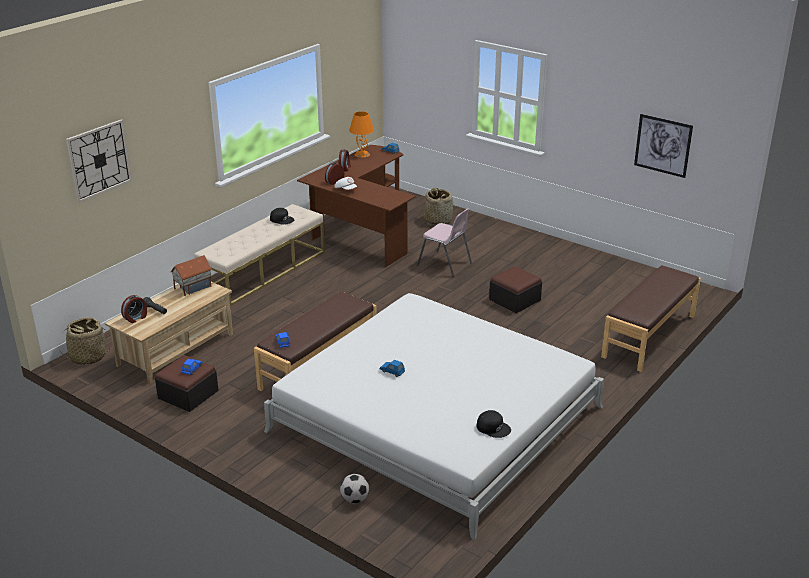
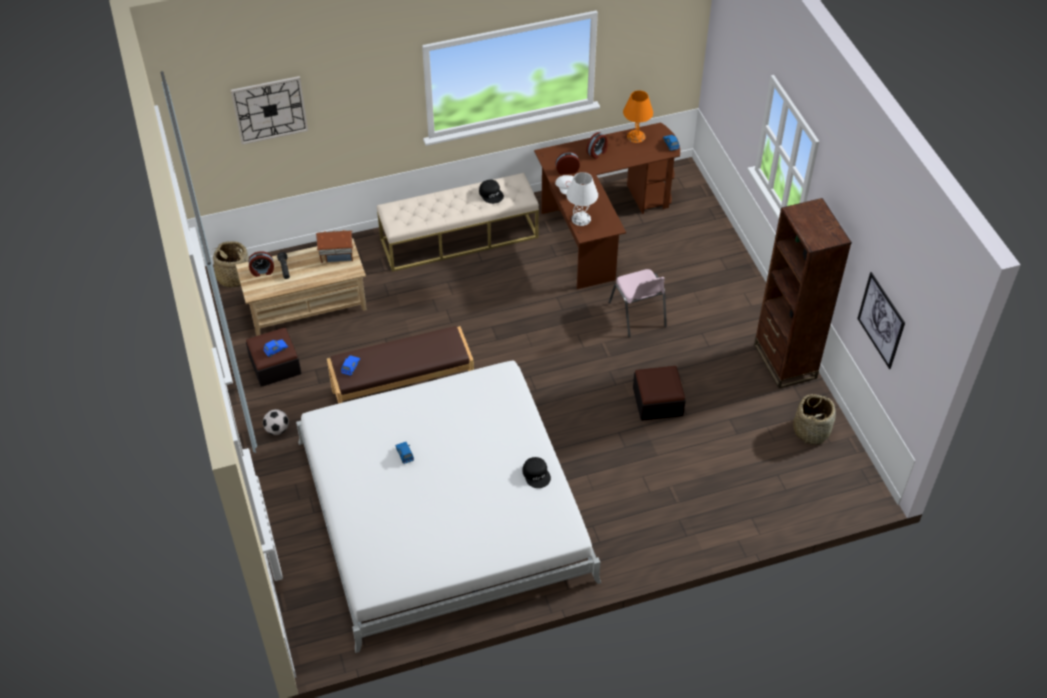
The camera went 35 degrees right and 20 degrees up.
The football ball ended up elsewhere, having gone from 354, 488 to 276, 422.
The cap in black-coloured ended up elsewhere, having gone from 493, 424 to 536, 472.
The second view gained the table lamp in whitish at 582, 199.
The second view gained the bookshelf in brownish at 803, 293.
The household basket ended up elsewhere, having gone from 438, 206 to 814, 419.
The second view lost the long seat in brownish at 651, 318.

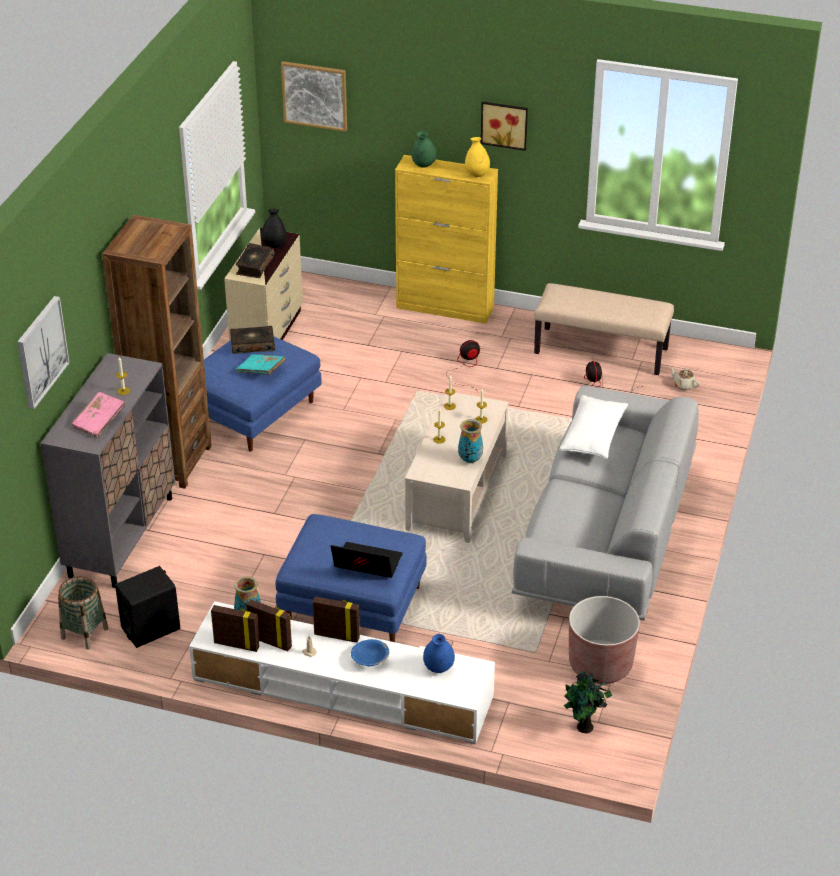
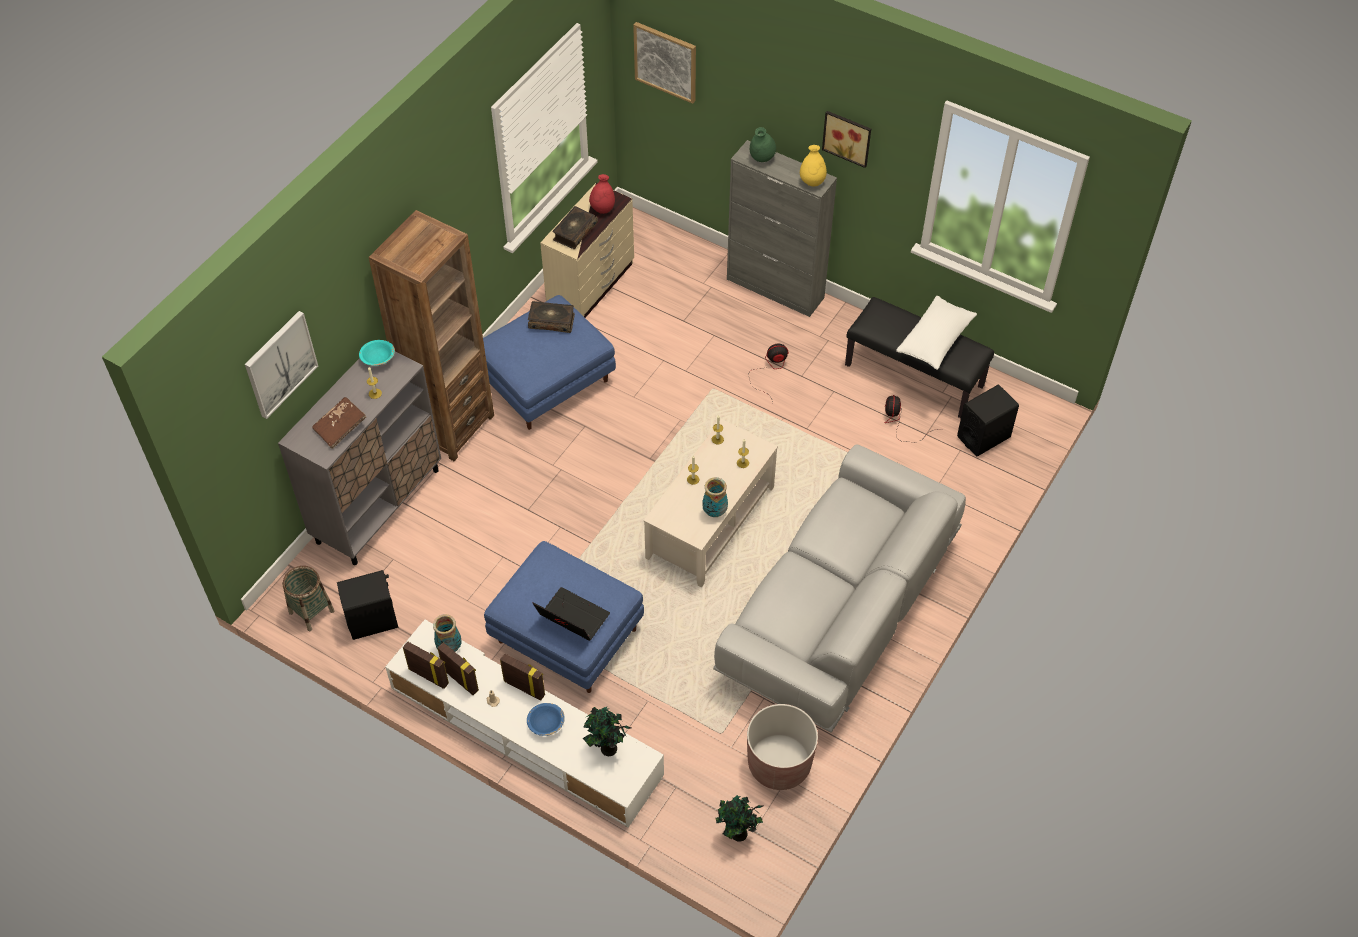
The camera went 15 degrees right and 15 degrees up.
What was the bound book in pinkish at 99, 415 turned into the bound book in brownish at 339, 423.
The second view gained the bowl in turquoise at 377, 353.
Where the decorative vase in bluish stood at 439, 653, the plant in a pot came to stand at 607, 731.
What was the decorative vase in black-coloured at 273, 228 turned into the decorative vase in red-coloured at 602, 194.
What was the cabinet in yellow at 446, 239 turned into the cabinet in grey at 782, 228.
What was the long seat in sand-coloured at 604, 329 turned into the long seat in black-coloured at 919, 357.
The pillow in whitish ended up elsewhere, having gone from 594, 427 to 936, 333.
Where the pot for tea in sand-coloured stood at 685, 378, the speaker in black-coloured came to stand at 988, 421.
The second view lost the bound book in turquoise at 261, 364.

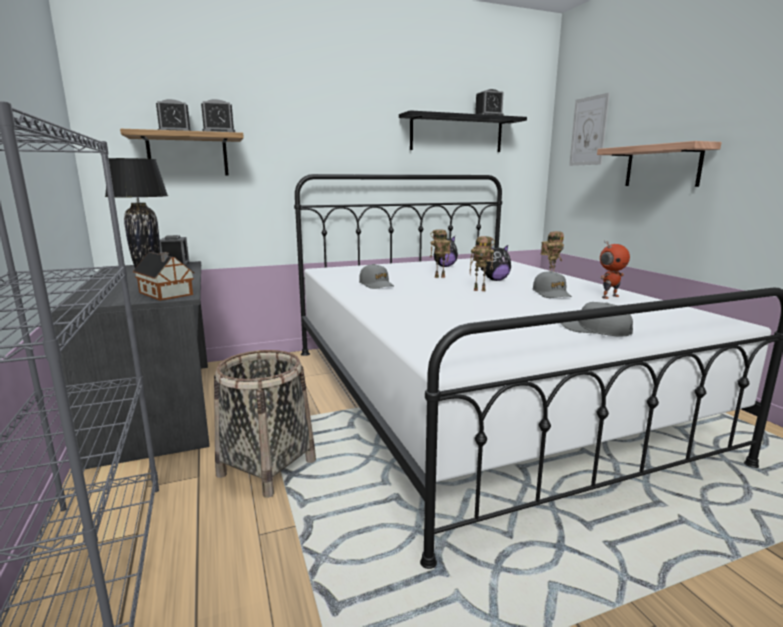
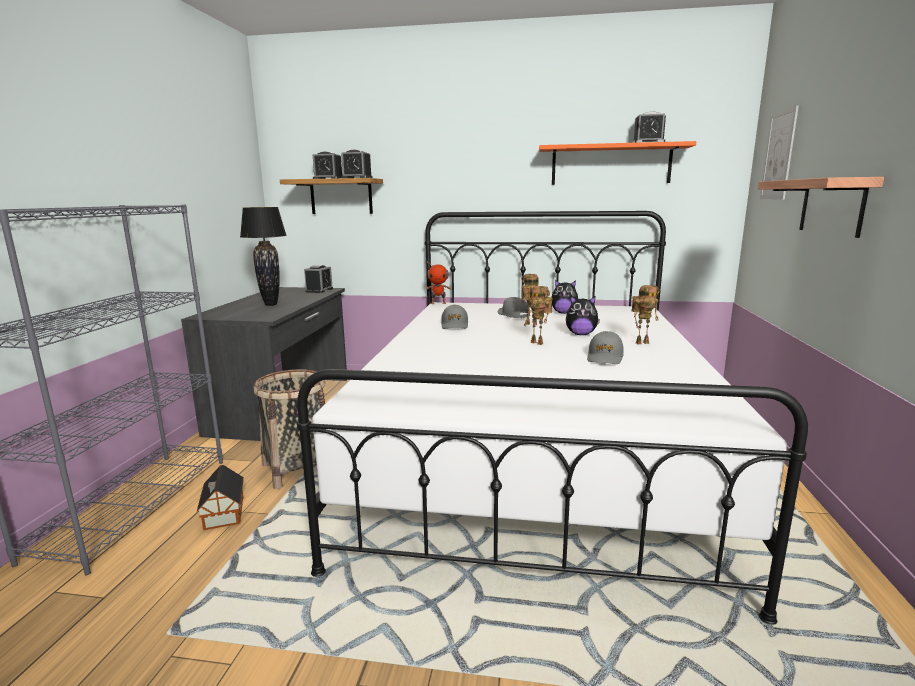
The camera went 30 degrees right and 0 degrees up.
The model house ended up elsewhere, having gone from 163, 276 to 220, 497.
The model robot ended up elsewhere, having gone from 615, 269 to 438, 282.
The cap in grey ended up elsewhere, having gone from 597, 319 to 514, 307.
What was the bracket shelf in black-coloured at 463, 131 turned into the bracket shelf in orange at 617, 163.

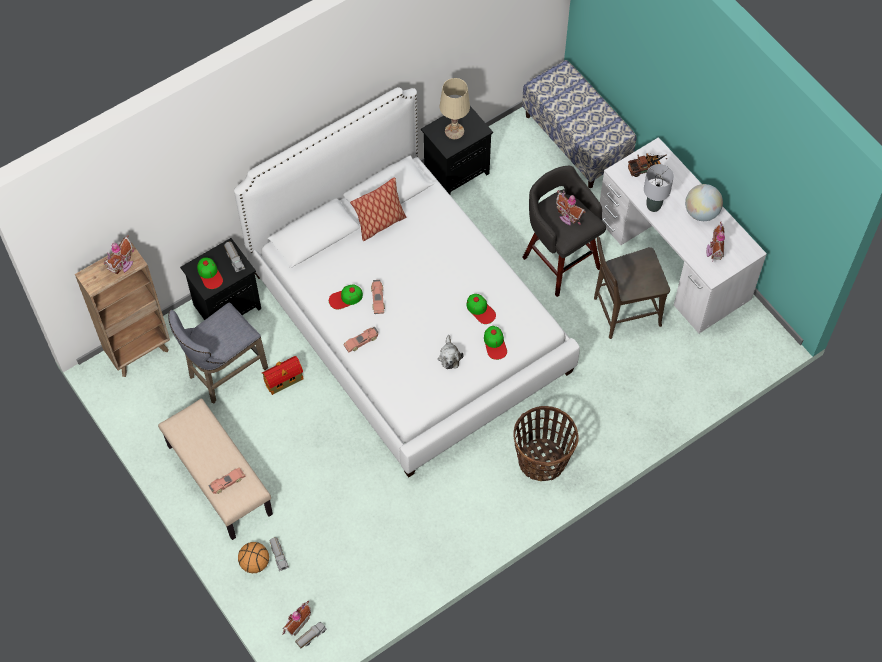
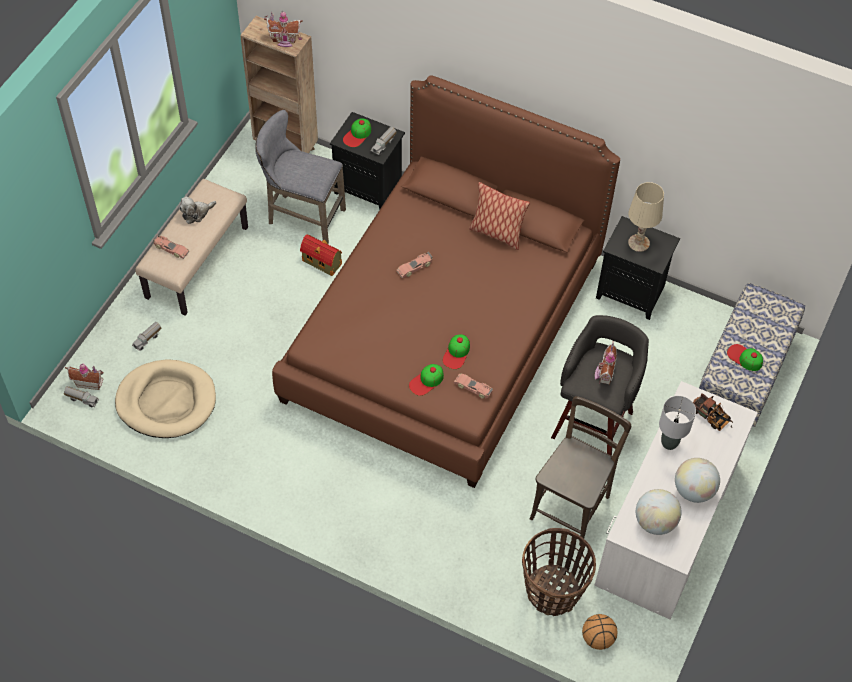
The camera went 60 degrees right and 5 degrees down.
The second view gained the pet bed in sand-coloured at 165, 398.
The plush toy ended up elsewhere, having gone from 451, 352 to 197, 210.
What was the bed in whitish at 407, 282 turned into the bed in brownish at 446, 281.
The miniature car ended up elsewhere, having gone from 360, 339 to 473, 386.
The household basket ended up elsewhere, having gone from 546, 443 to 559, 572.
The plain chair in brownish at 632, 288 ended up facing another way, 75 degrees clockwise from before.
The basketball ball ended up elsewhere, having gone from 253, 557 to 600, 632.
Where the model house stood at 715, 241, the world globe came to stand at 659, 512.
The cap ended up elsewhere, having gone from 346, 297 to 745, 357.

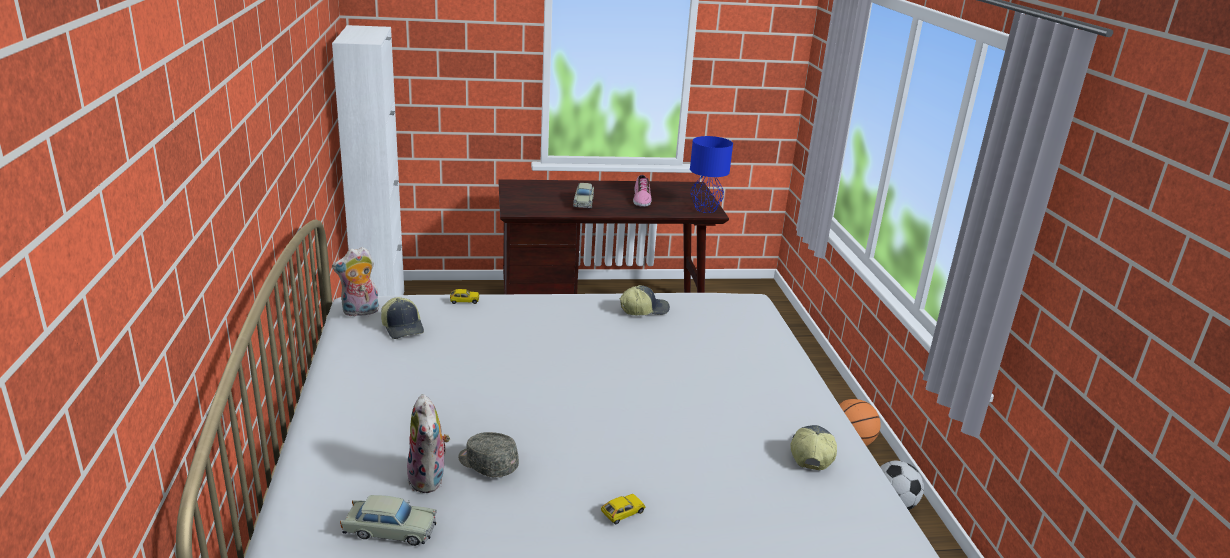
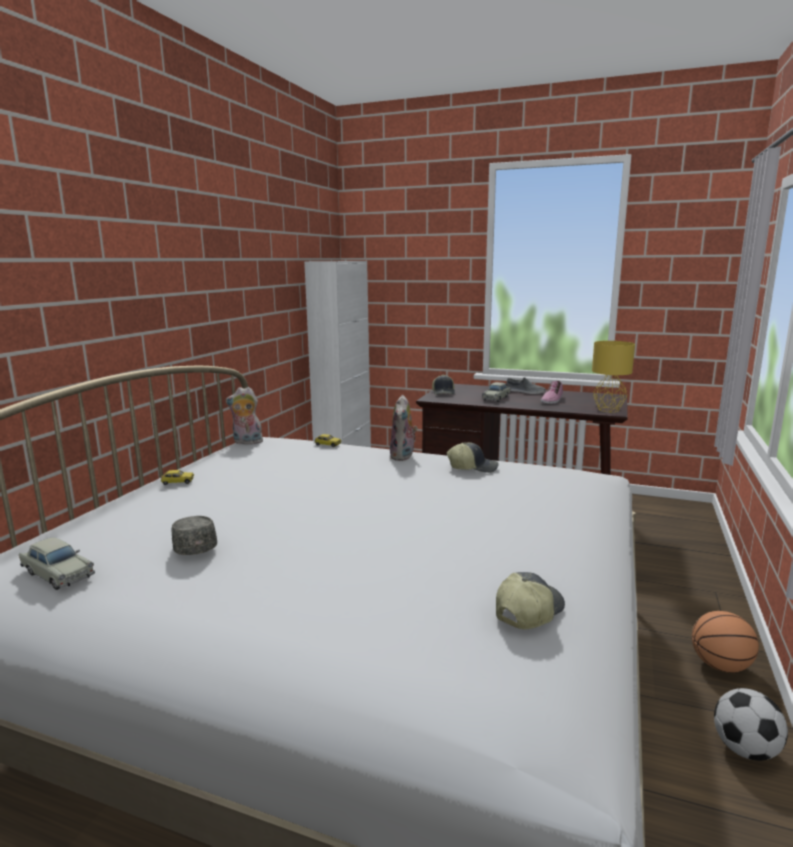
The camera went 30 degrees right and 10 degrees down.
The miniature car ended up elsewhere, having gone from 623, 509 to 177, 477.
The plush toy ended up elsewhere, having gone from 428, 443 to 404, 428.
The cap ended up elsewhere, having gone from 402, 318 to 443, 385.
The second view gained the item of footwear in grey at 525, 385.
What was the table lamp in bluish at 711, 174 turned into the table lamp in yellow at 613, 376.

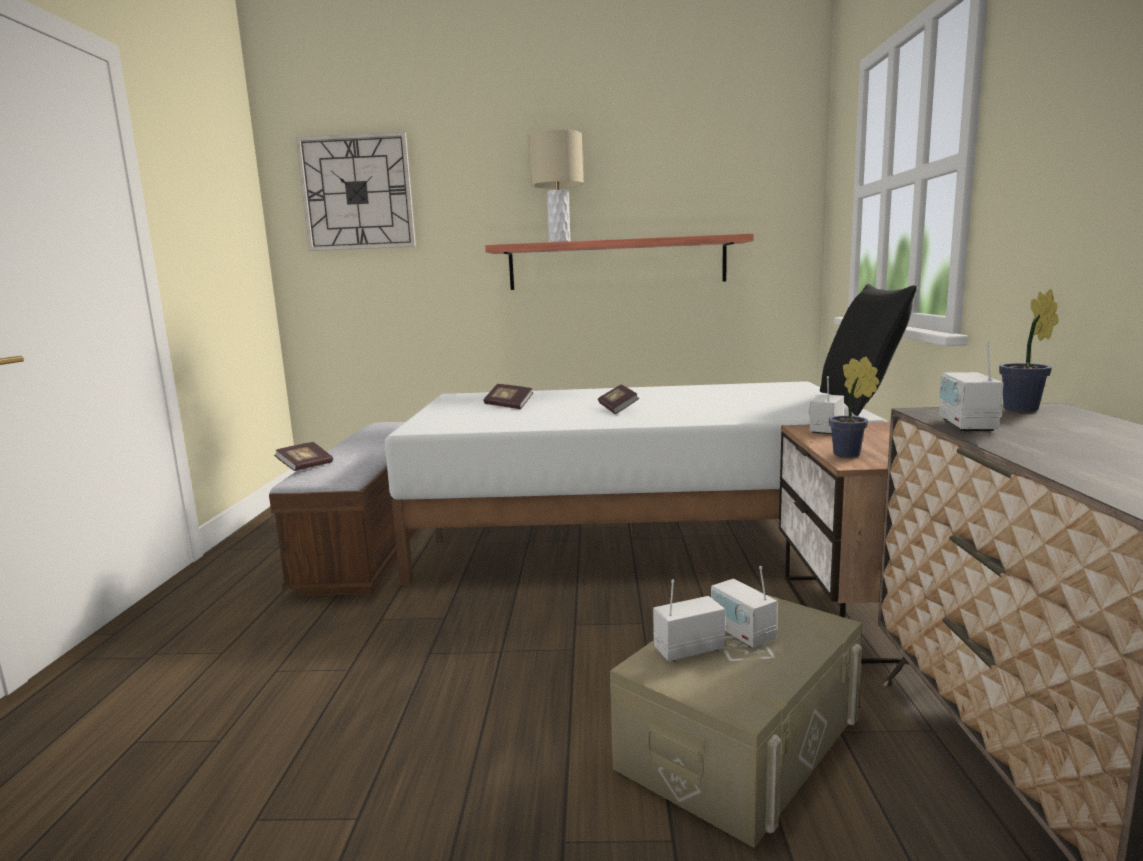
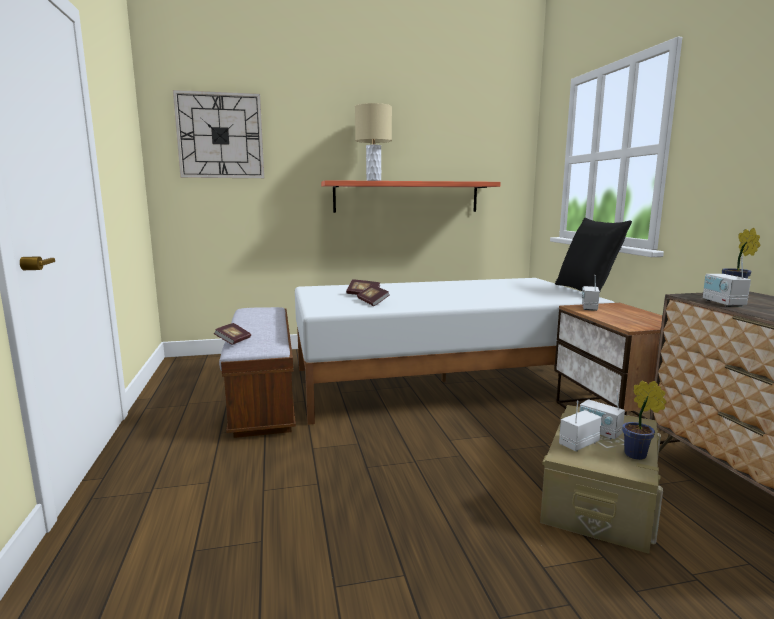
The camera went 15 degrees left and 0 degrees up.
The bound book ended up elsewhere, having gone from 618, 399 to 373, 295.
The plant in a pot ended up elsewhere, having gone from 854, 407 to 644, 420.

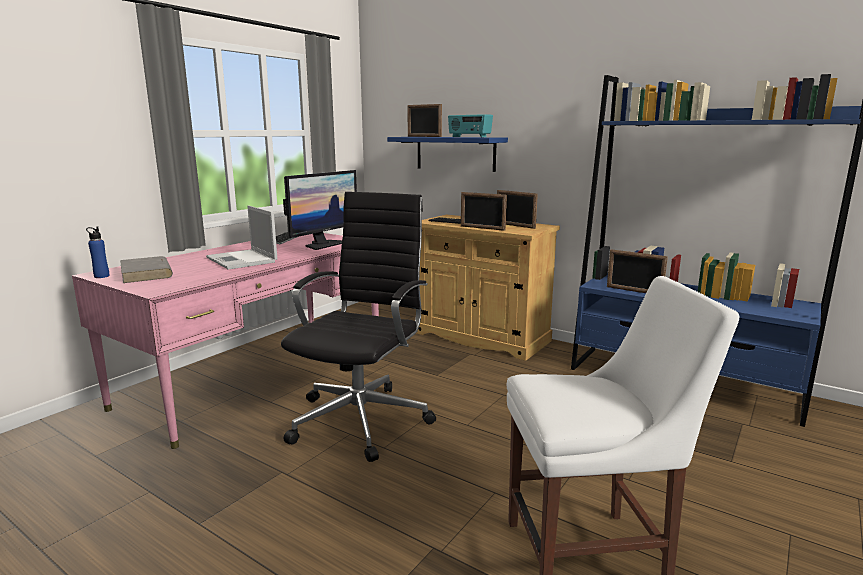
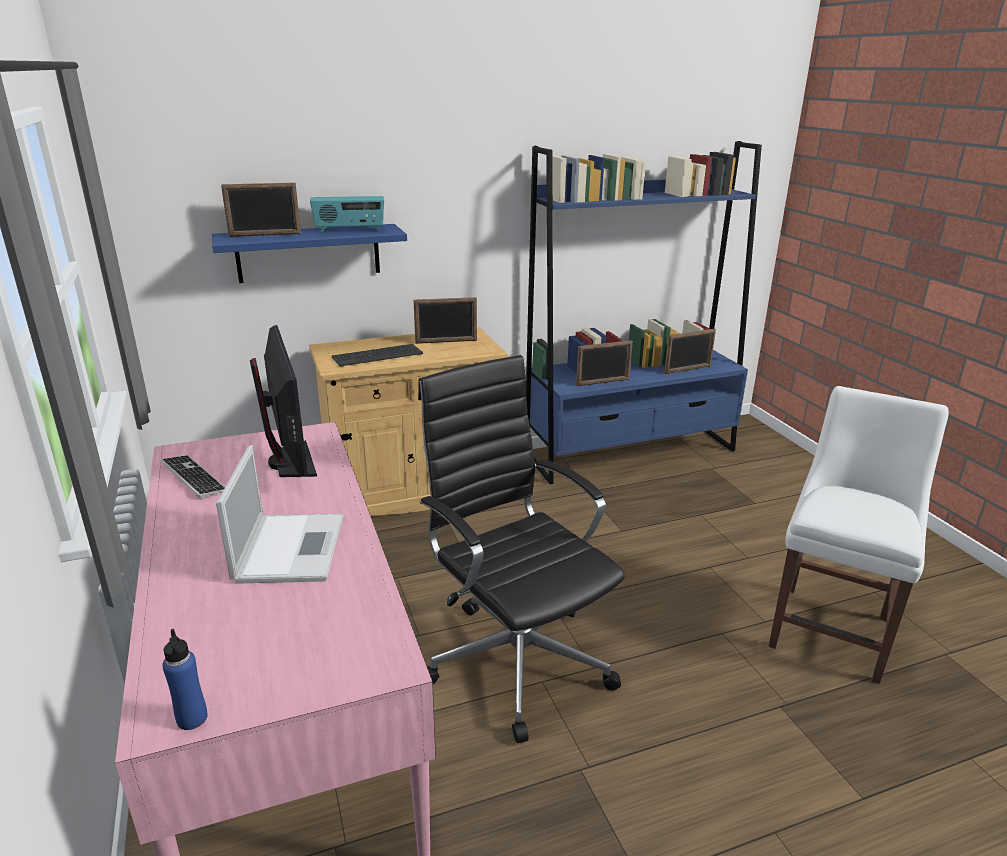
The camera went 55 degrees left and 10 degrees up.
The portable computer at 241, 237 ended up facing another way, 90 degrees counterclockwise from before.
The photo frame ended up elsewhere, having gone from 484, 211 to 690, 351.
The second view lost the bound book in grey at 146, 269.

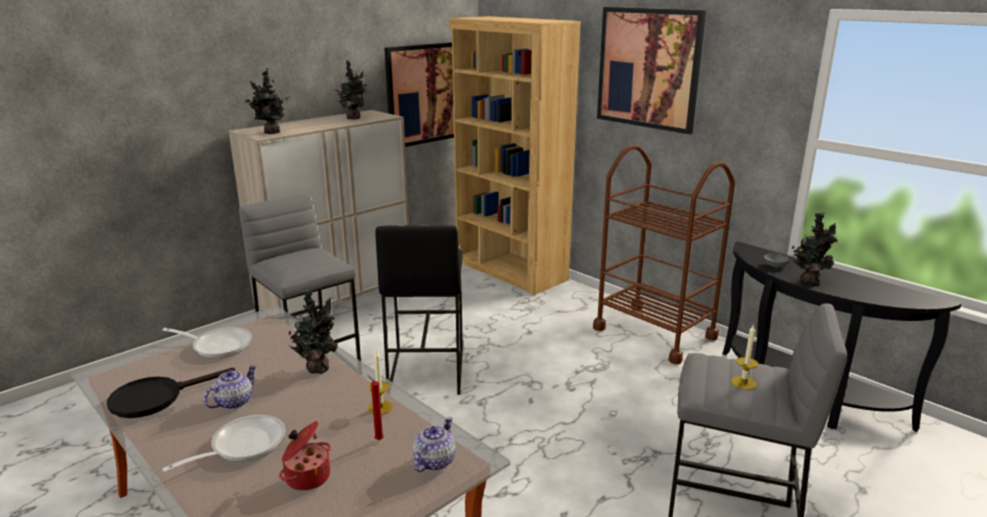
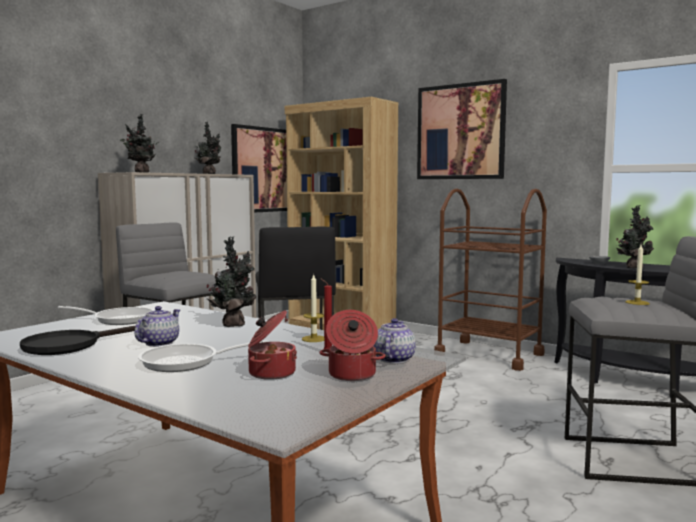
The camera went 10 degrees left and 15 degrees down.
The skillet at 223, 443 ended up facing another way, 135 degrees counterclockwise from before.
The second view gained the saucepot at 353, 345.

